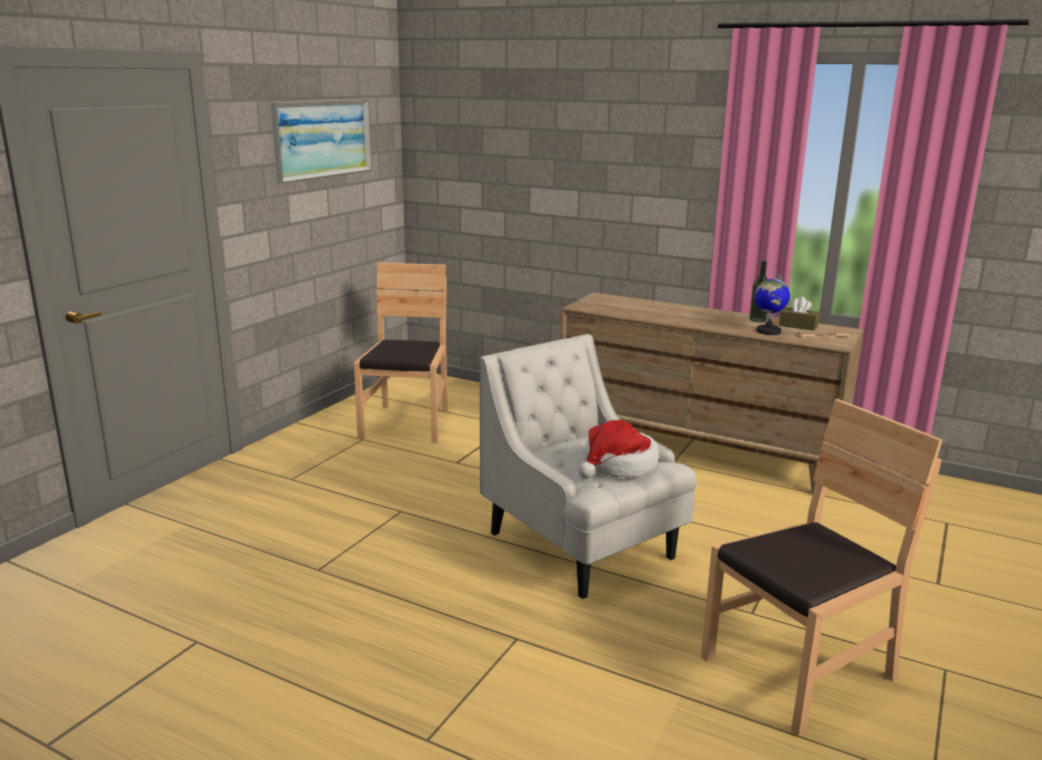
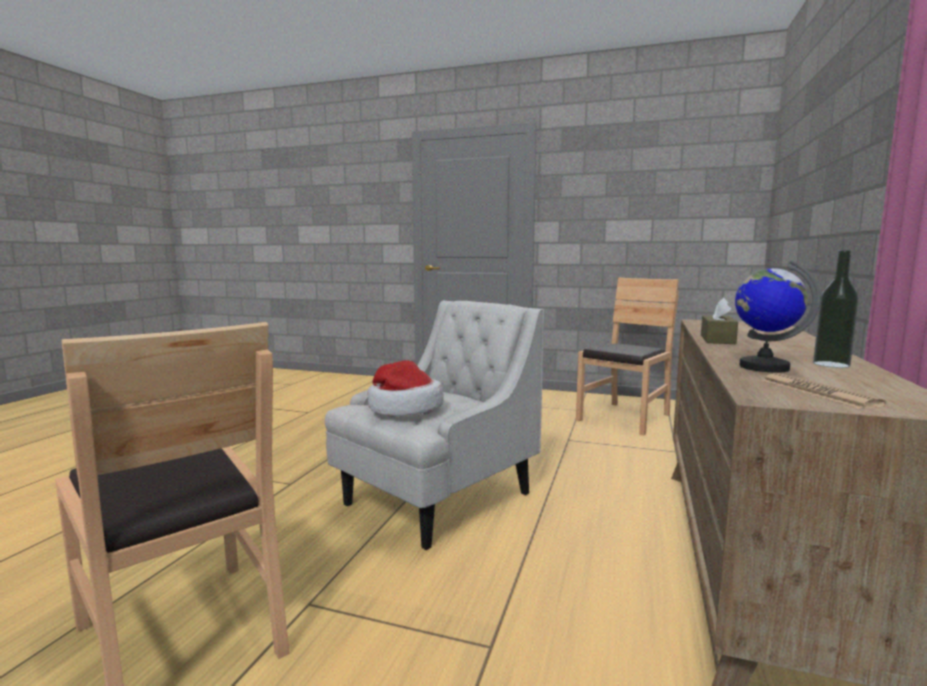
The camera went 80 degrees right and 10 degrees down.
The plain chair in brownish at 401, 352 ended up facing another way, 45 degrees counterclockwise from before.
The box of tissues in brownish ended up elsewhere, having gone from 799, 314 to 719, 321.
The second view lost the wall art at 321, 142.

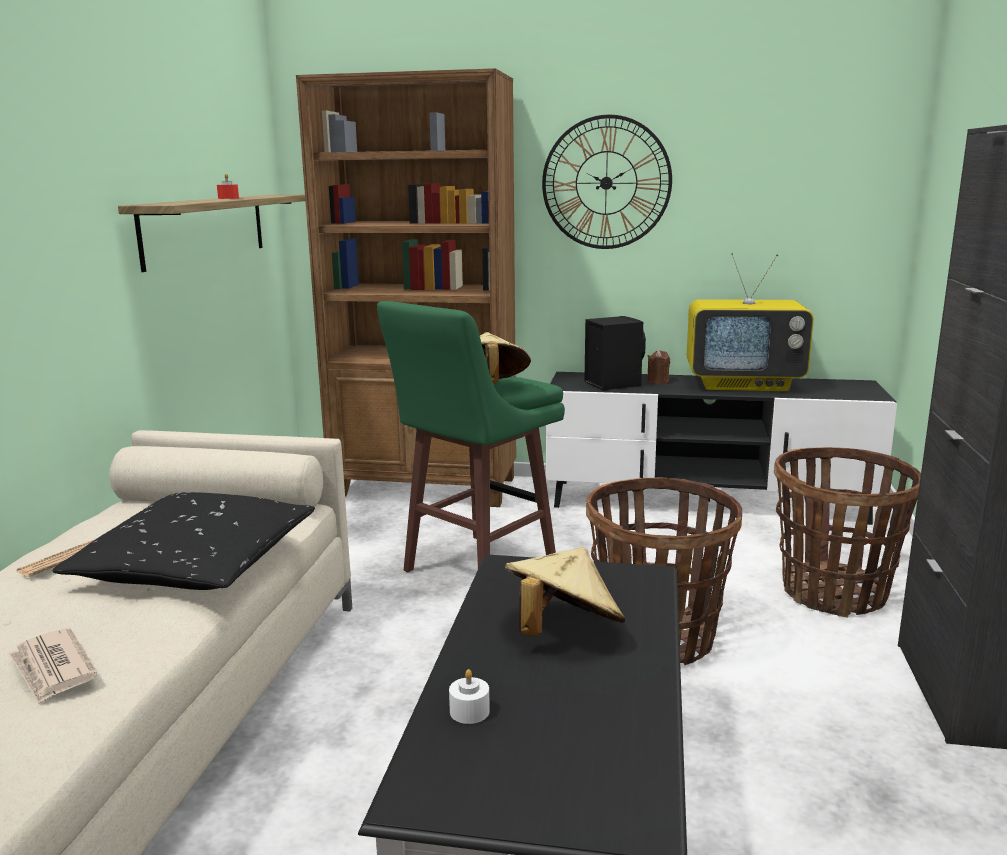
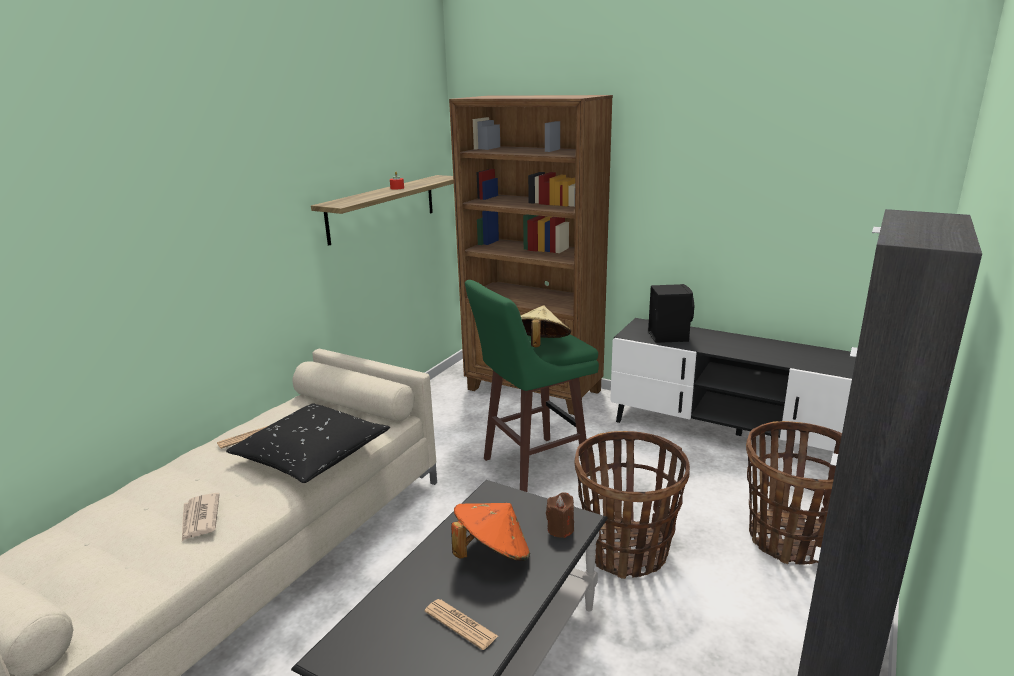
The camera went 20 degrees right and 5 degrees up.
The second view gained the daily paper at 461, 624.
What was the hat in sand-coloured at 564, 591 turned into the hat in orange at 490, 532.
The wax light in brownish ended up elsewhere, having gone from 658, 367 to 560, 515.
The second view lost the wax light in whitish at 469, 696.
The second view lost the wall clock at 607, 182.
The second view lost the television at 750, 321.

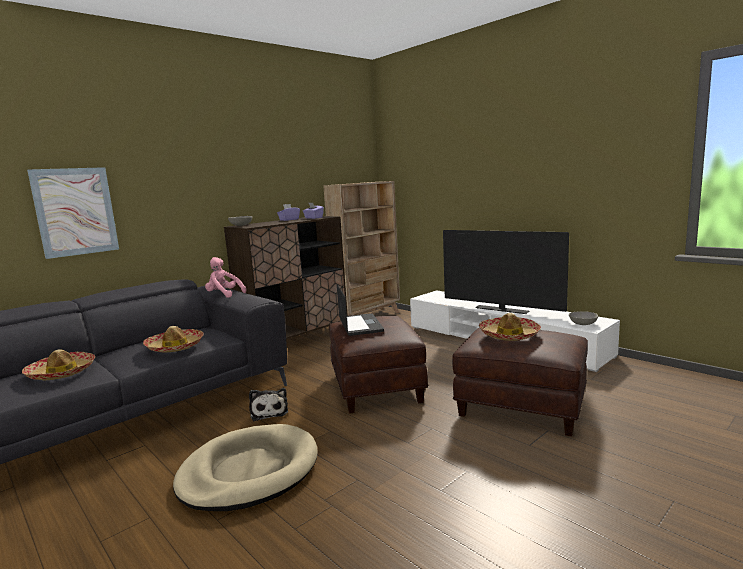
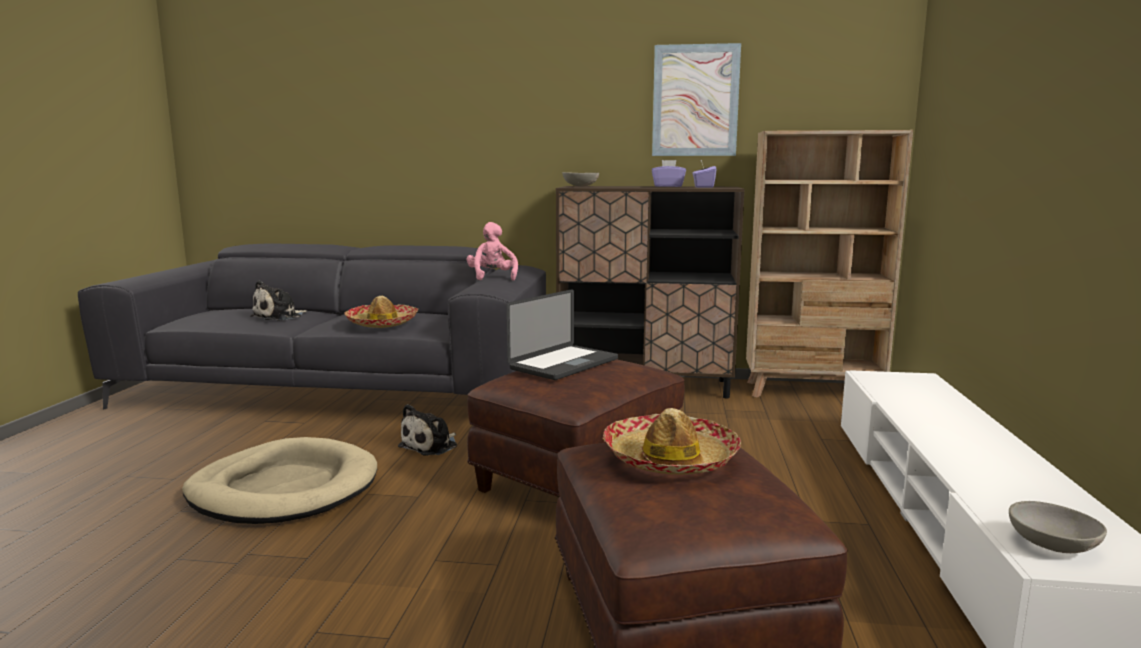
The camera went 50 degrees right and 0 degrees up.
Where the hat stood at 58, 364, the plush toy came to stand at 278, 301.
The wall art ended up elsewhere, having gone from 73, 213 to 696, 99.
The second view lost the television at 506, 272.

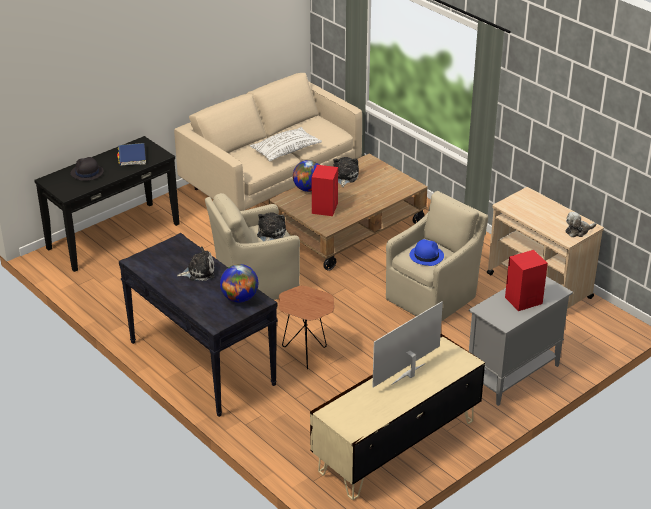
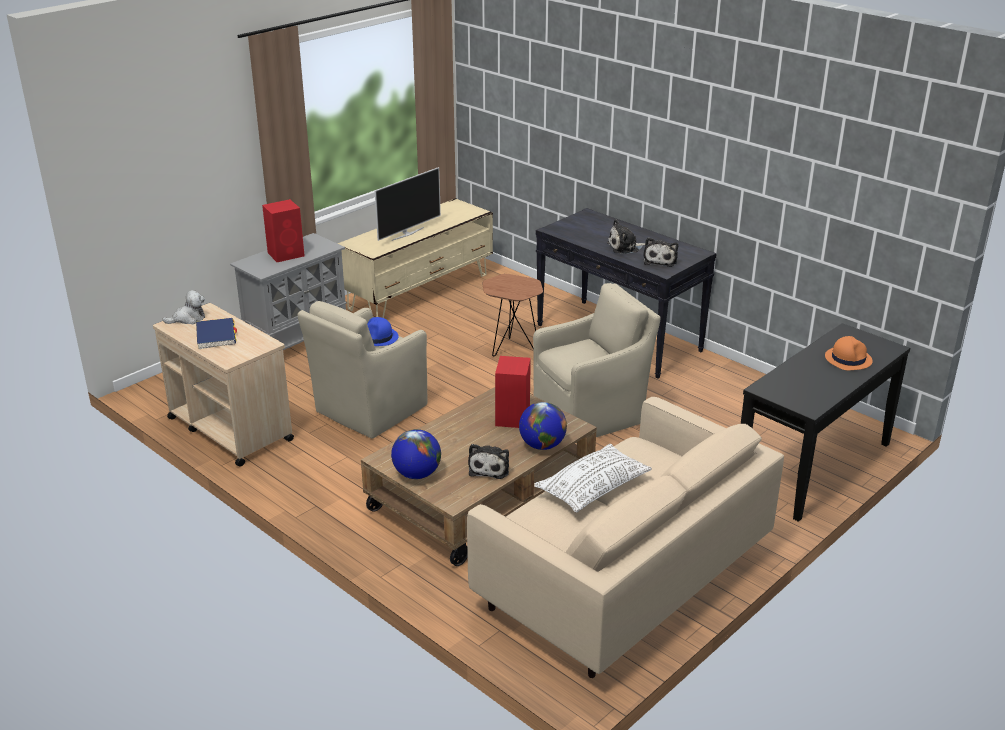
The camera went 175 degrees right and 5 degrees down.
The bound book in bluish ended up elsewhere, having gone from 131, 154 to 216, 333.
The world globe ended up elsewhere, having gone from 239, 283 to 416, 454.
The plush toy ended up elsewhere, having gone from 271, 227 to 660, 252.
What was the hat in black-coloured at 87, 169 turned into the hat in orange at 849, 353.

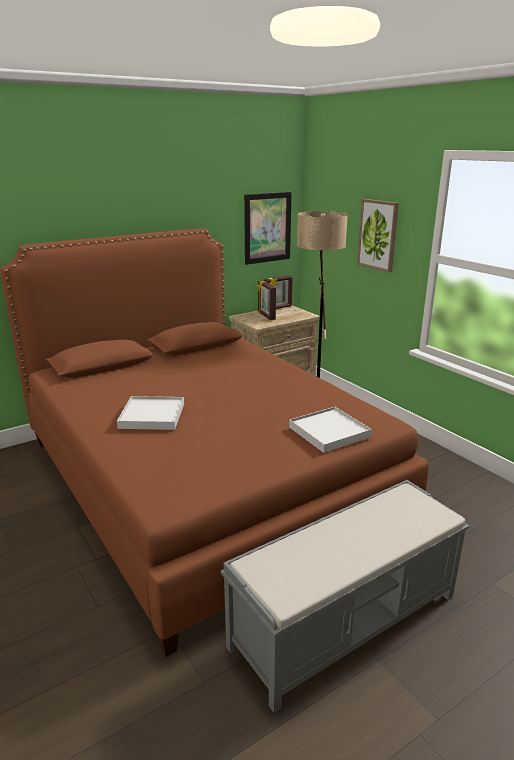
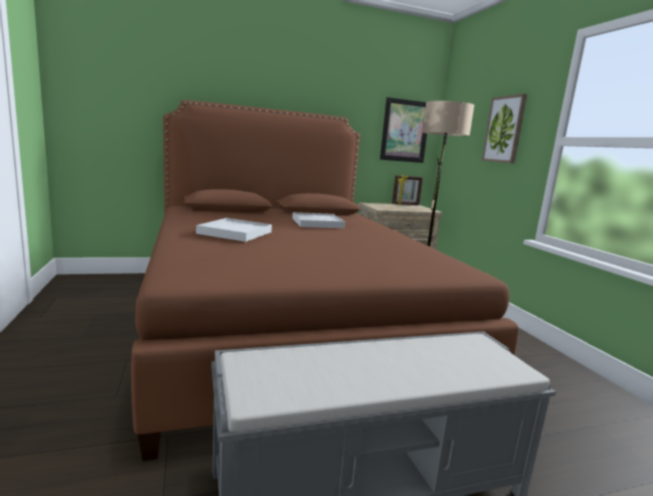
The camera went 15 degrees right and 10 degrees down.
The tray in whitish ended up elsewhere, having gone from 330, 430 to 318, 220.
The second view lost the photo frame at 266, 300.

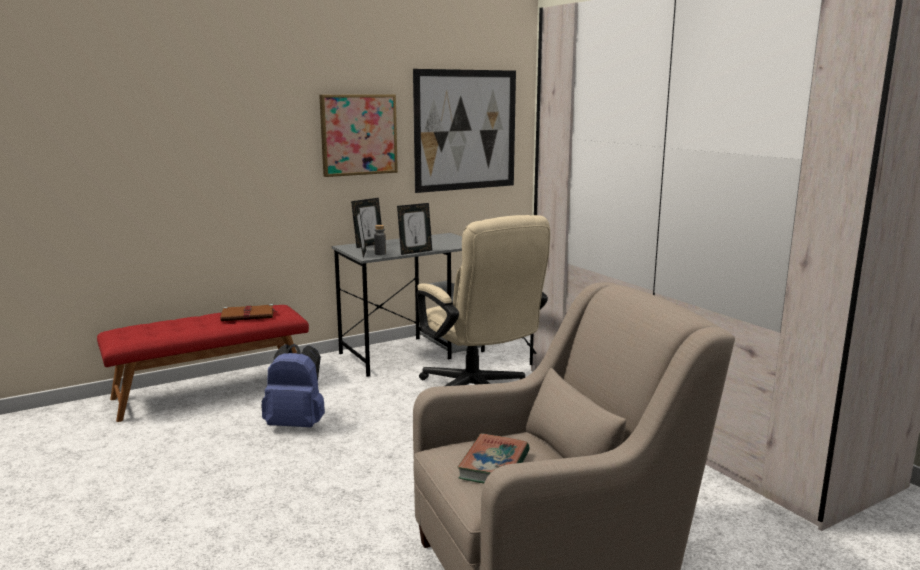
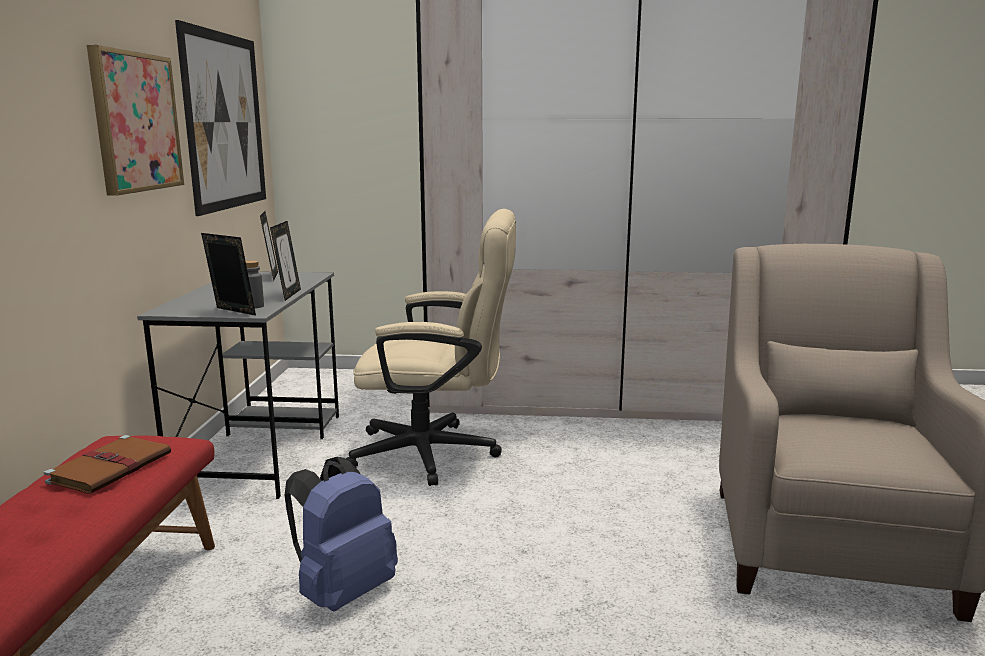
The camera went 55 degrees left and 0 degrees up.
The photo frame ended up elsewhere, having gone from 366, 223 to 269, 246.
The second view lost the bound book at 493, 458.

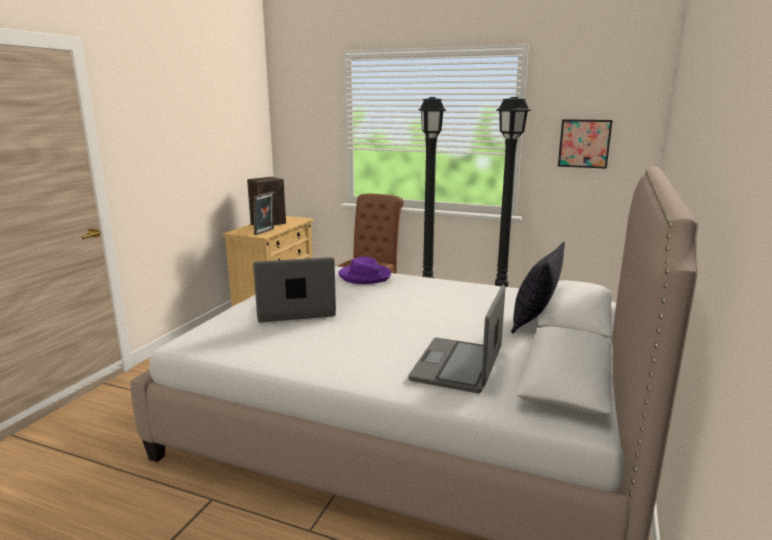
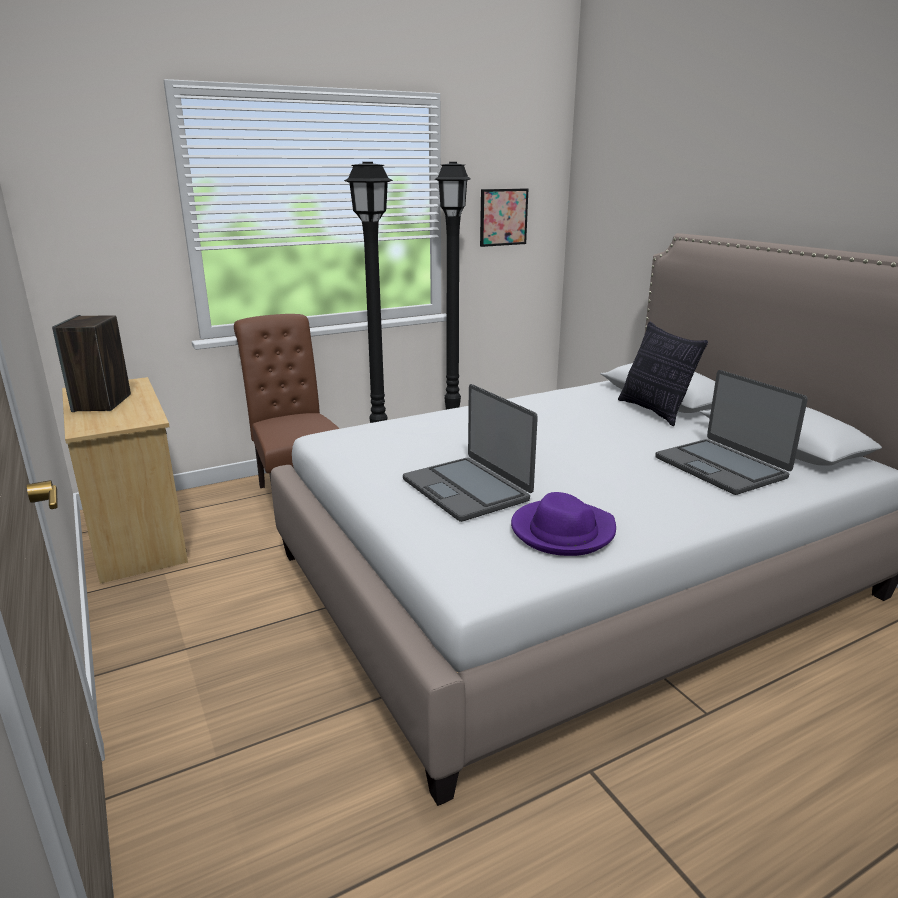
The camera went 50 degrees left and 5 degrees up.
The portable computer at 294, 289 ended up facing another way, 60 degrees counterclockwise from before.
The hat in purple ended up elsewhere, having gone from 364, 270 to 563, 524.
The second view lost the photo frame at 264, 213.

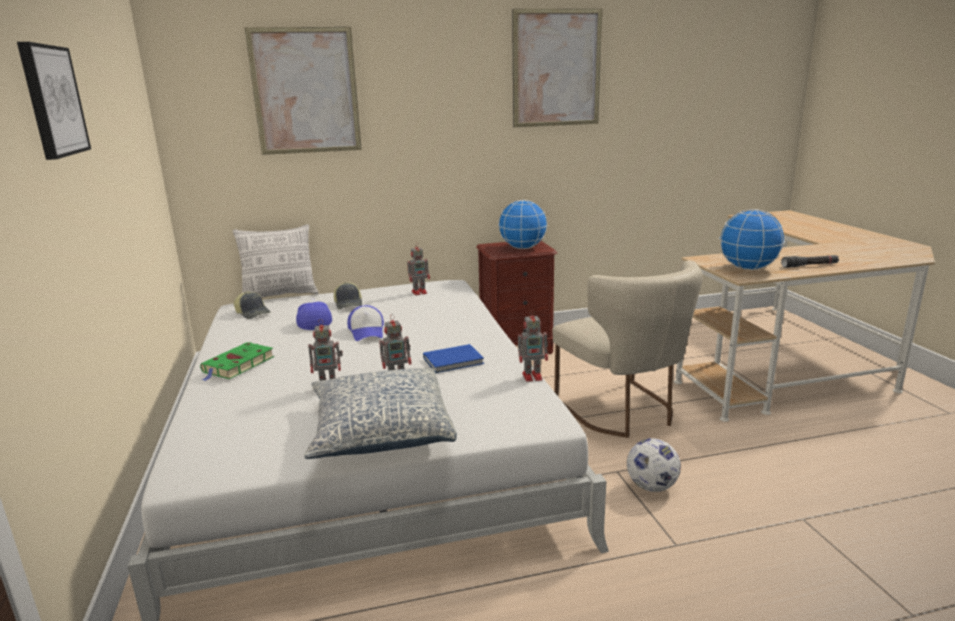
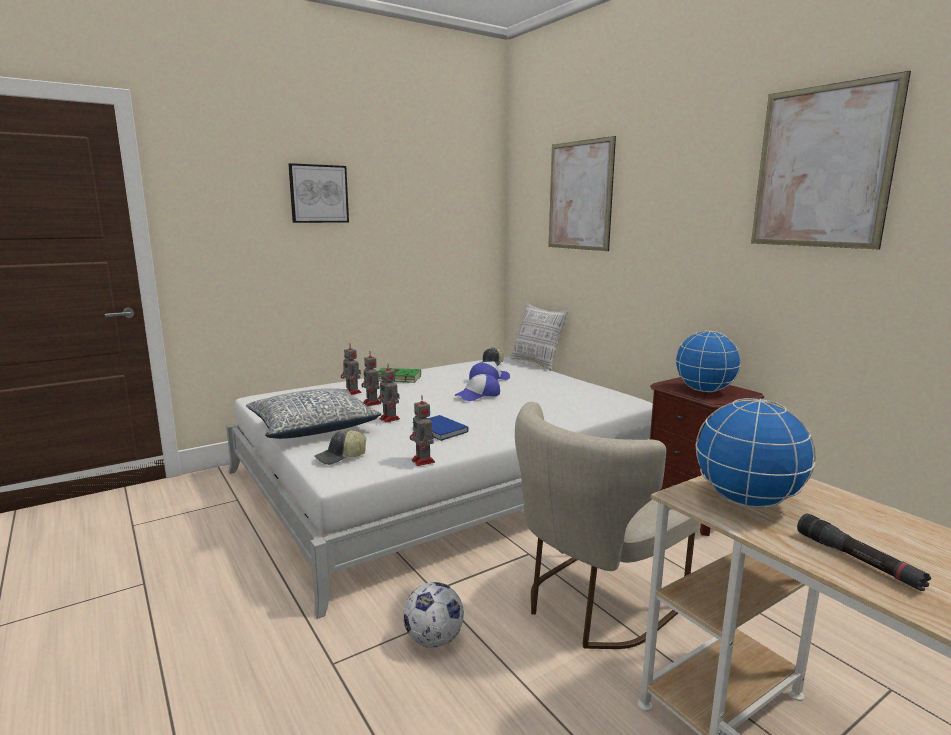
The camera went 70 degrees right and 5 degrees down.
The cap ended up elsewhere, having gone from 348, 295 to 340, 447.
The model robot ended up elsewhere, having gone from 418, 268 to 351, 369.

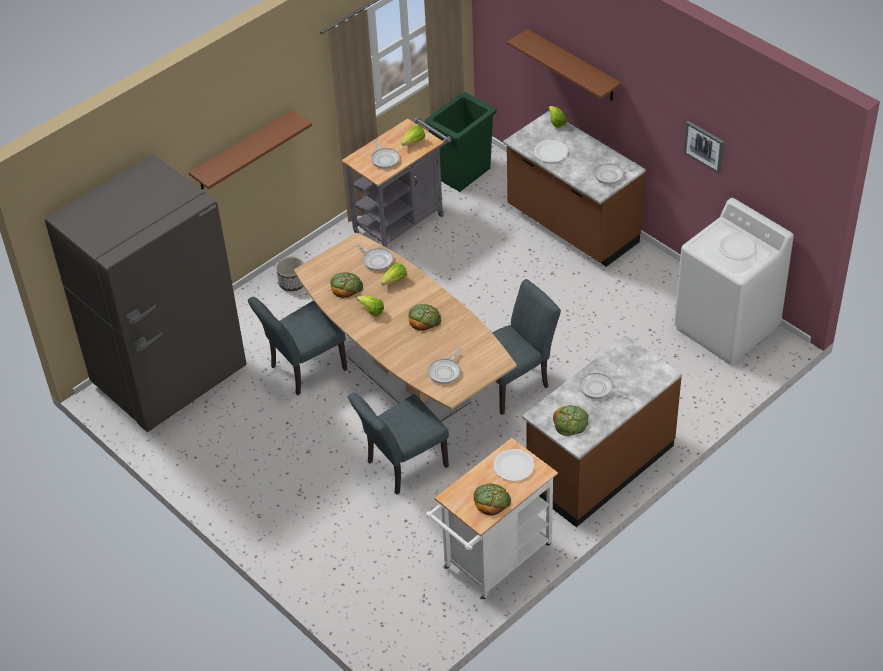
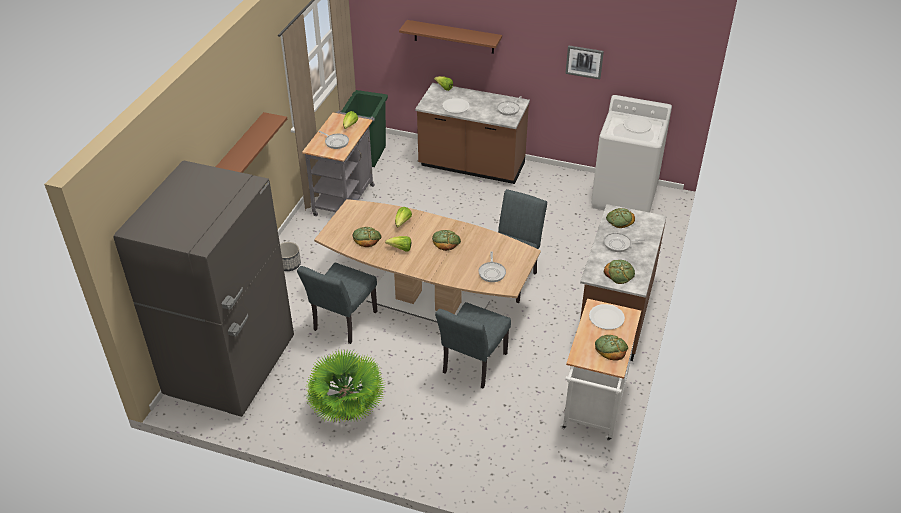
The camera went 30 degrees left and 5 degrees down.
The second view gained the plant in a pot at 345, 385.
The second view gained the bakery bread at 620, 218.
The second view lost the skillet at 374, 257.

